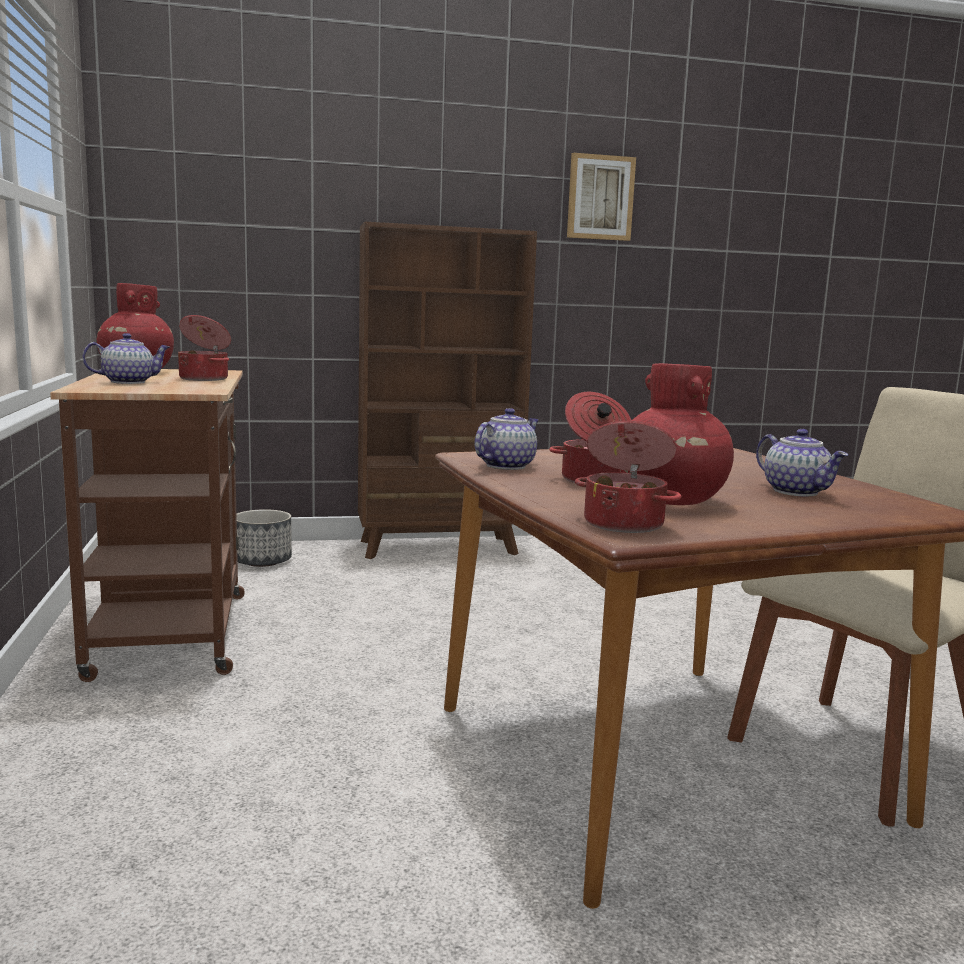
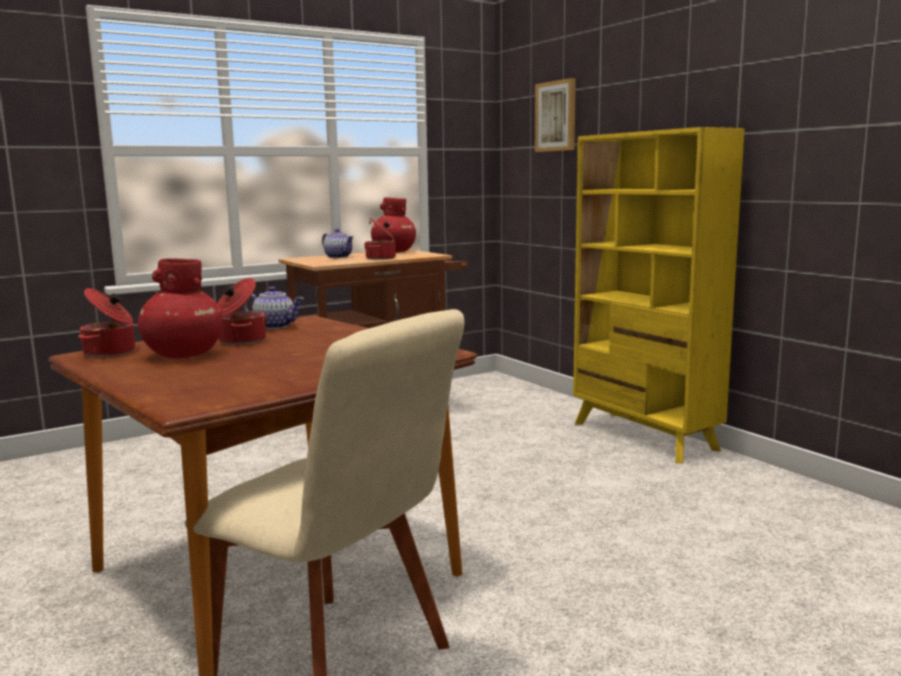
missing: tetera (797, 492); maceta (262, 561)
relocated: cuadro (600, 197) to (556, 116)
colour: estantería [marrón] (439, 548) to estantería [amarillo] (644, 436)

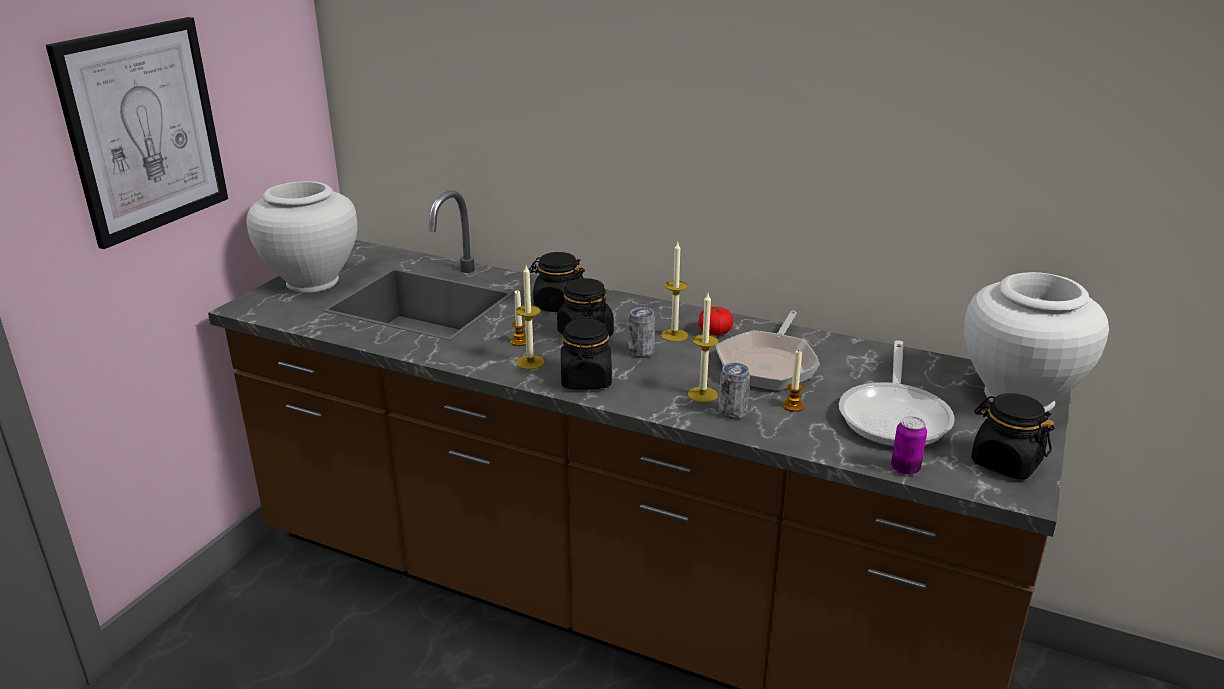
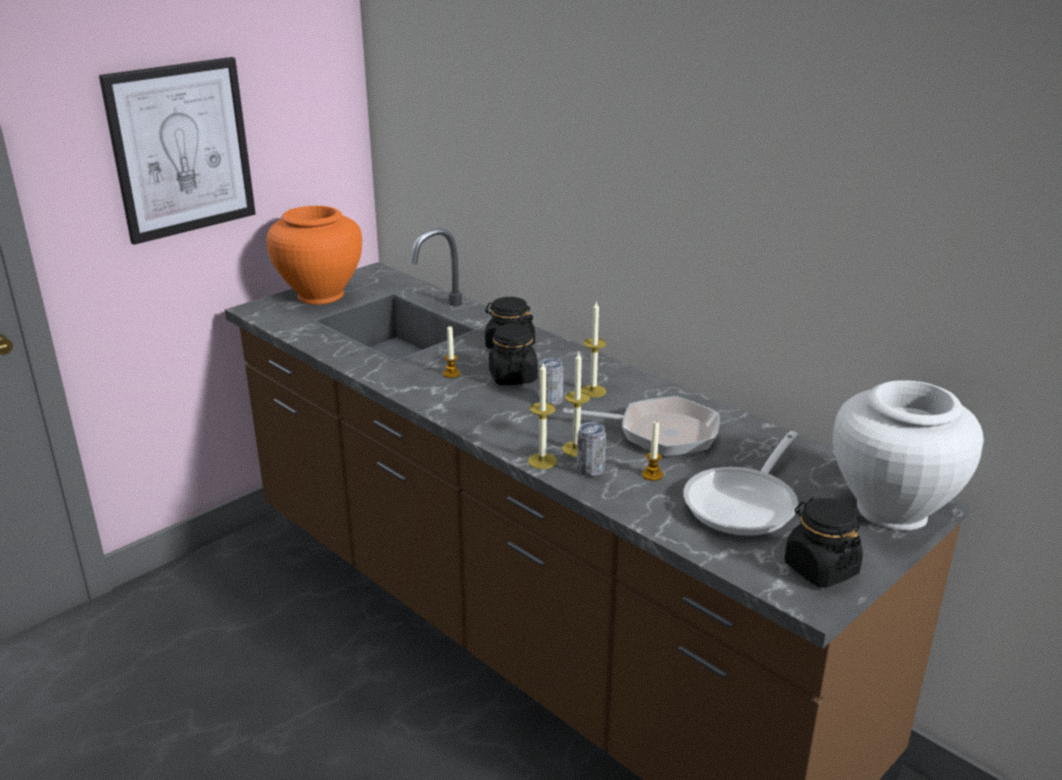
missing: tomate (715, 332); tarro [negro] (586, 380); lata (905, 469)
relocated: vela (530, 362) to (542, 461)
colour: florero [blanco] (312, 282) to florero [naranja] (320, 295)
spun: sartén (768, 364) = (660, 433) 120 degrees counterclockwise

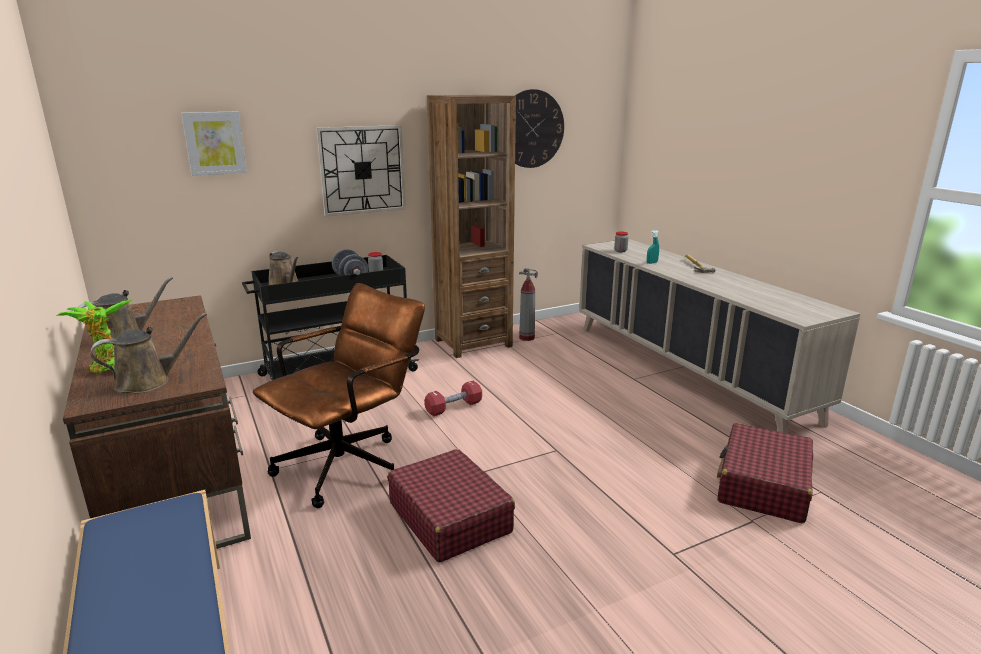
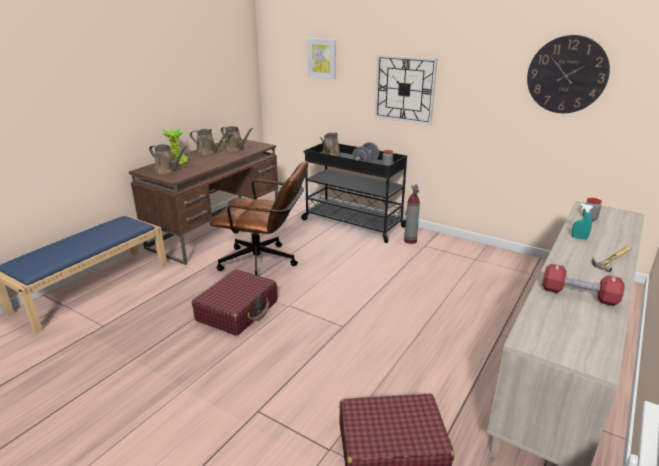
missing: estantería [marrón] (473, 343)
appeared: regadera [marrón] (235, 149)
relocated: extintor (526, 338) to (410, 241); mancuerna [rojo] (454, 407) to (578, 295)

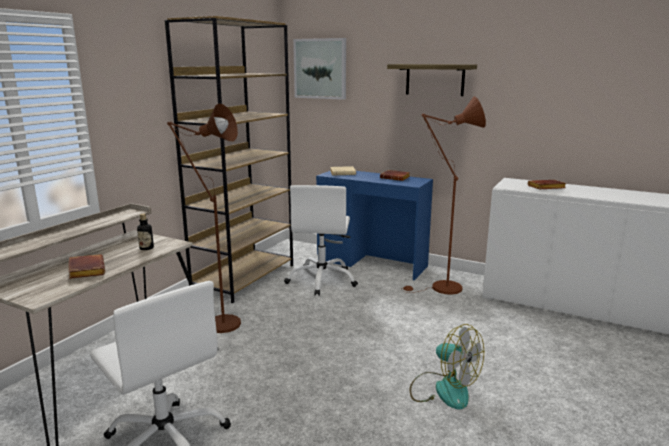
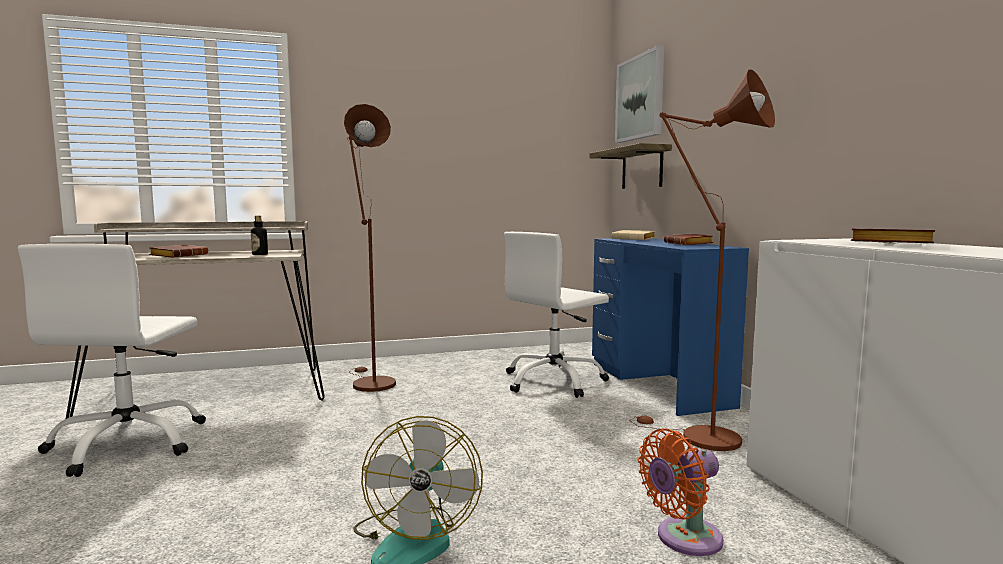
missing: estantería [marrón] (244, 277)
appeared: ventilador [naranja] (683, 539)
relocated: estante (435, 79) to (642, 168)

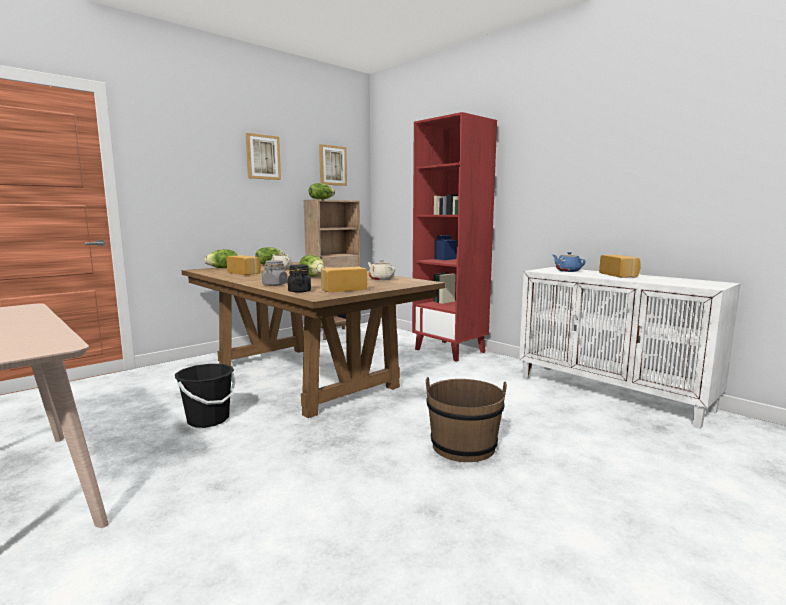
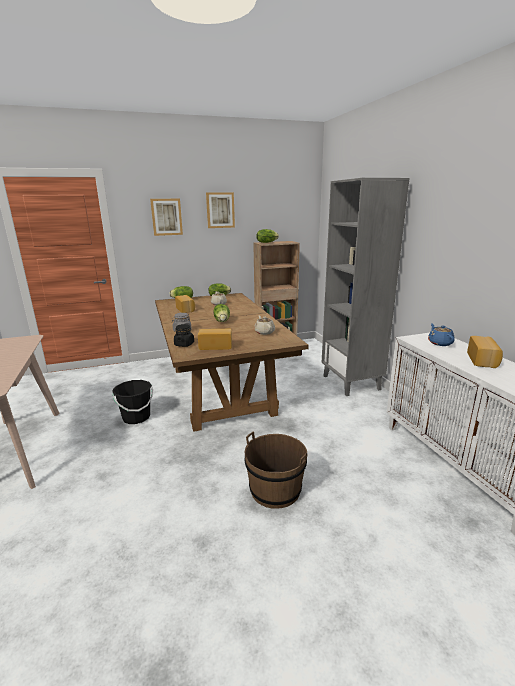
relocated: cuadro (332, 165) to (166, 217)
colour: estantería [rojo] (450, 351) to estantería [gris] (351, 382)

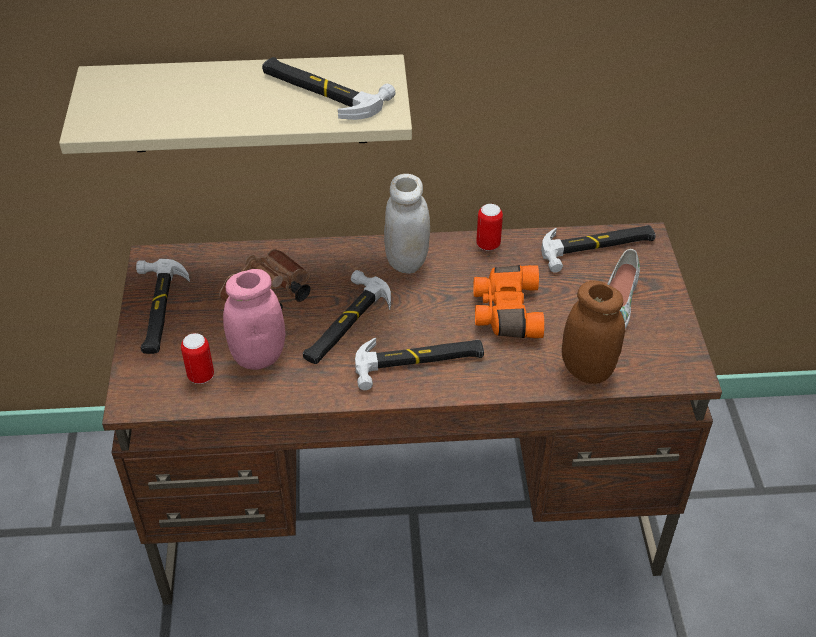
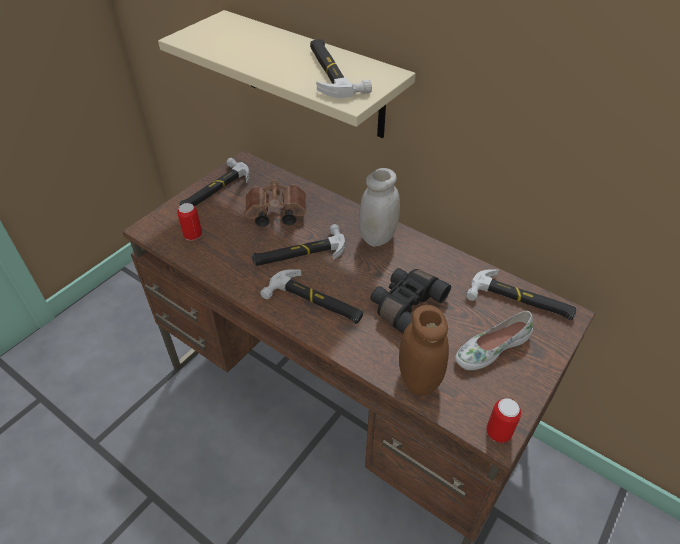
missing: tarro [rosa] (258, 356)
relocated: lata (488, 245) to (498, 433)
colour: prismáticos [naranja] (505, 312) to prismáticos [negro] (405, 305)

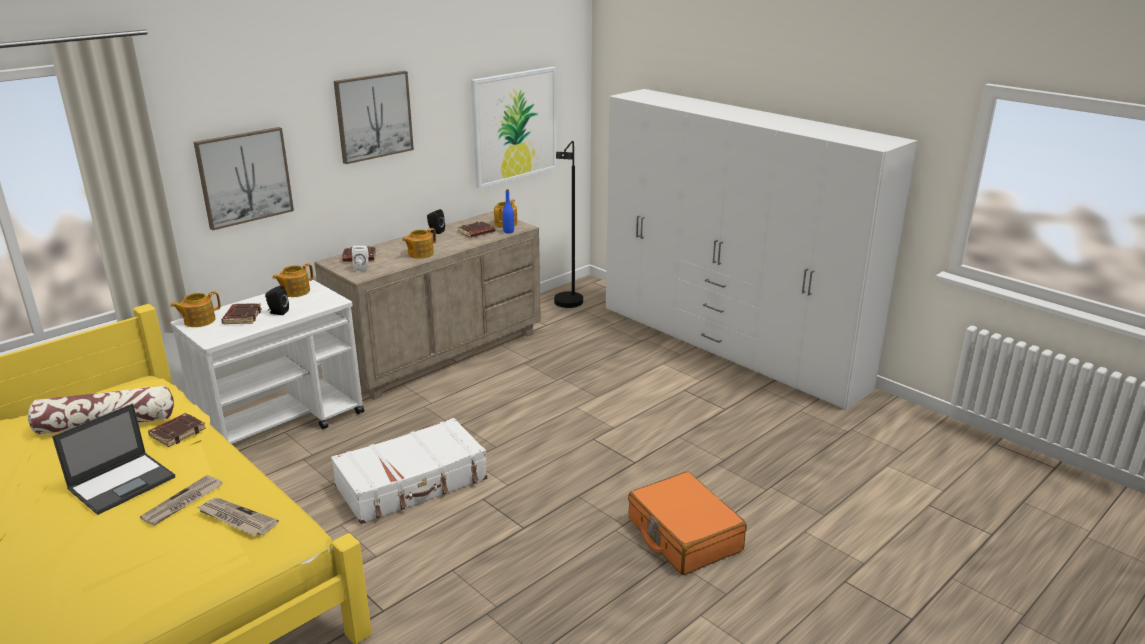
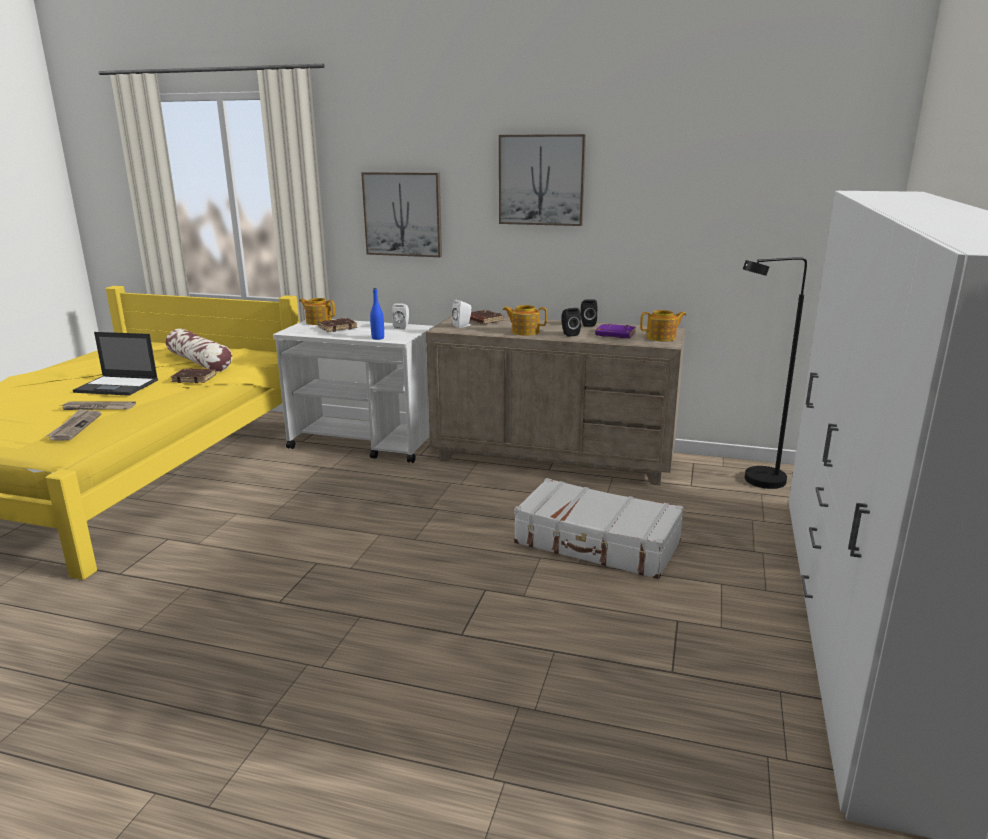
missing: cuadro (514, 126); maleta [naranja] (683, 535)
relocated: botella [azul] (508, 231) to (378, 338); altavoz [negro] (277, 312) to (569, 334); maleta [blanco] (412, 483) to (597, 543)
exchanged: tetera (295, 291) to altavoz [blanco] (402, 327)
colour: libro [marrón] (476, 232) to libro [morado] (614, 335)

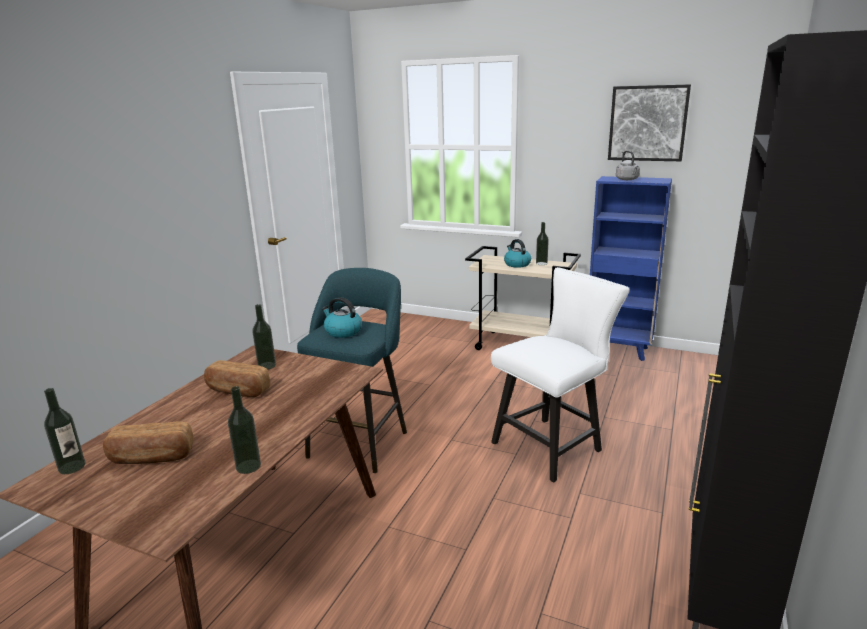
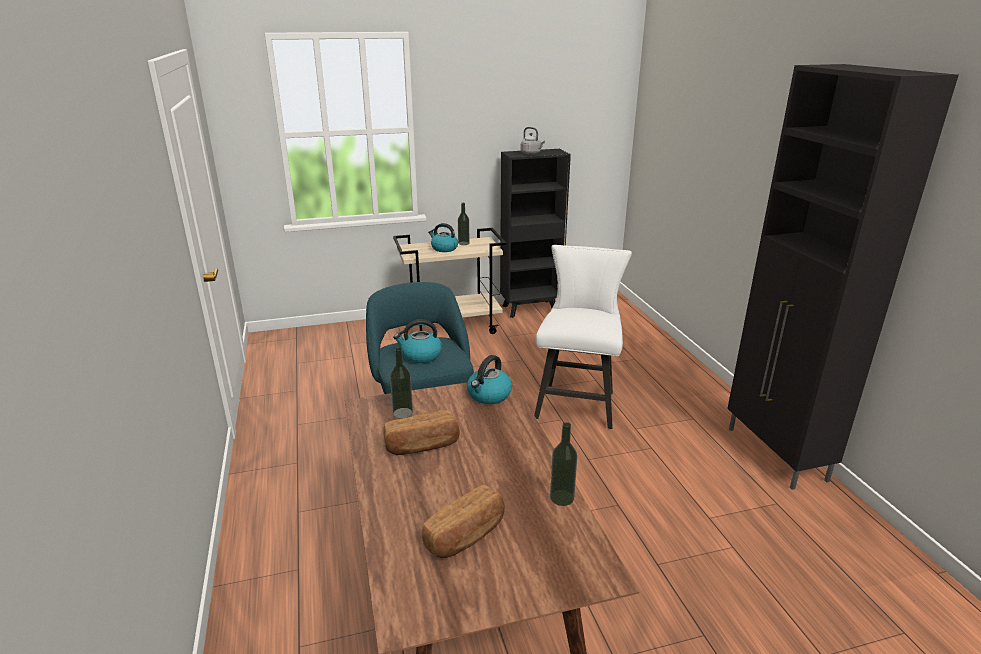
missing: cuadro (647, 123); botella (72, 467)
appeared: hervidor (489, 395)
colour: estantería [azul] (618, 350) to estantería [negro] (531, 309)

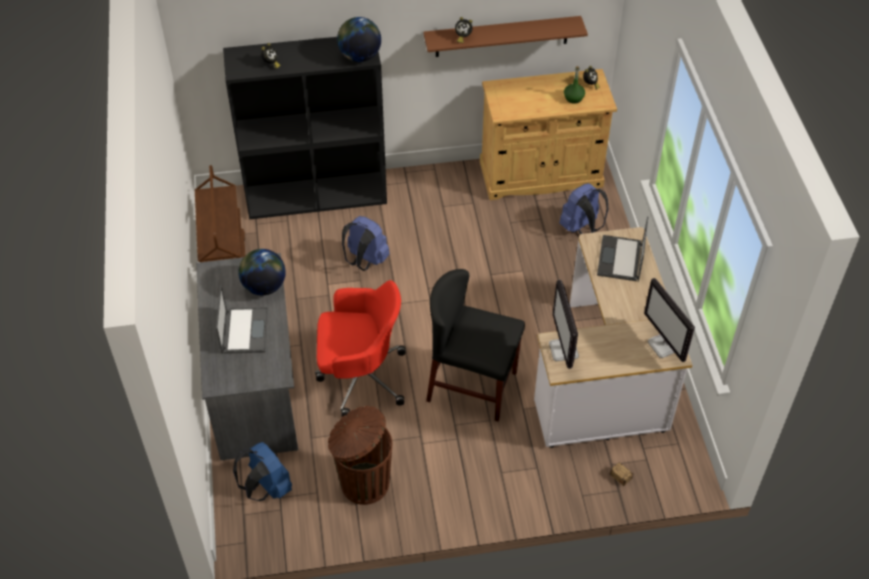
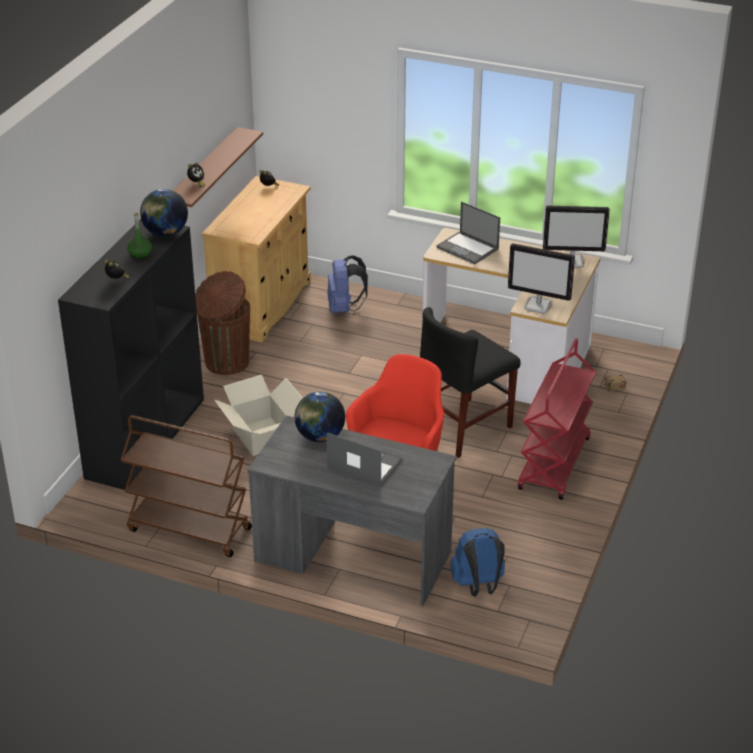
appeared: carrito [rojo] (555, 464)
relocated: botella [verde] (573, 98) to (140, 254); papelera [marrón] (363, 482) to (225, 363)
exchanged: mochila [azul] (365, 261) to caja de cartón (261, 436)

